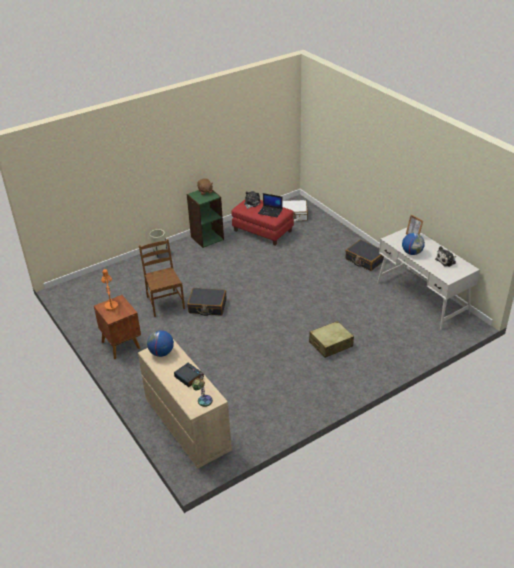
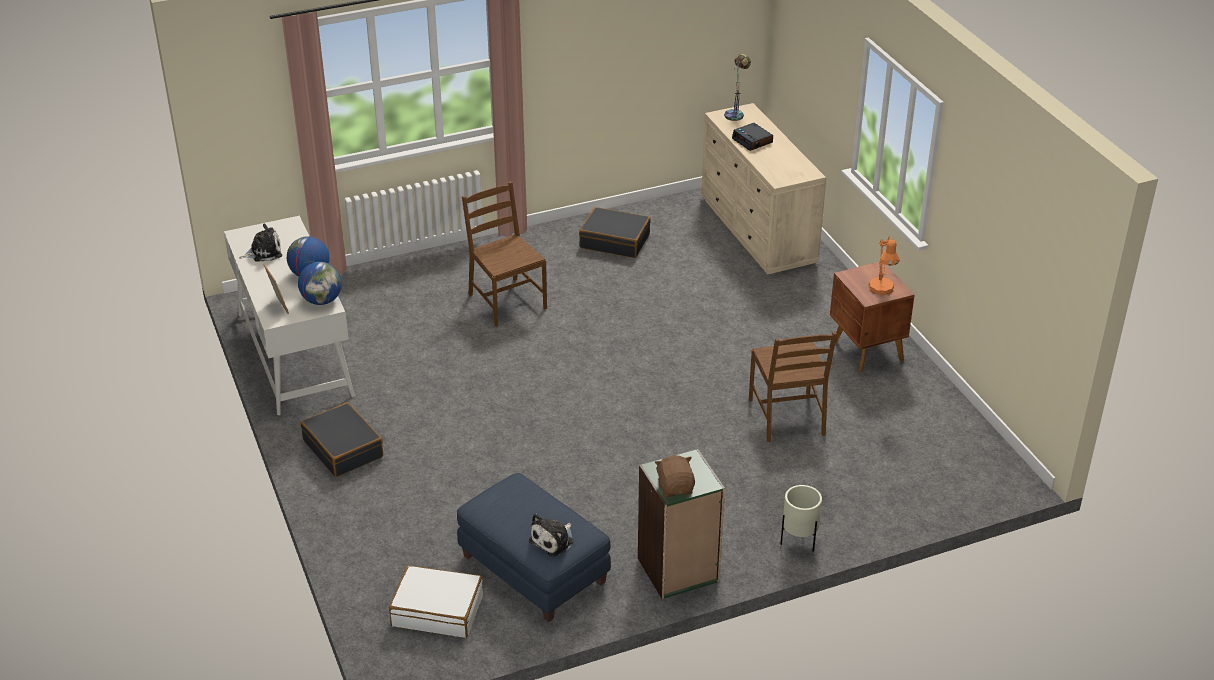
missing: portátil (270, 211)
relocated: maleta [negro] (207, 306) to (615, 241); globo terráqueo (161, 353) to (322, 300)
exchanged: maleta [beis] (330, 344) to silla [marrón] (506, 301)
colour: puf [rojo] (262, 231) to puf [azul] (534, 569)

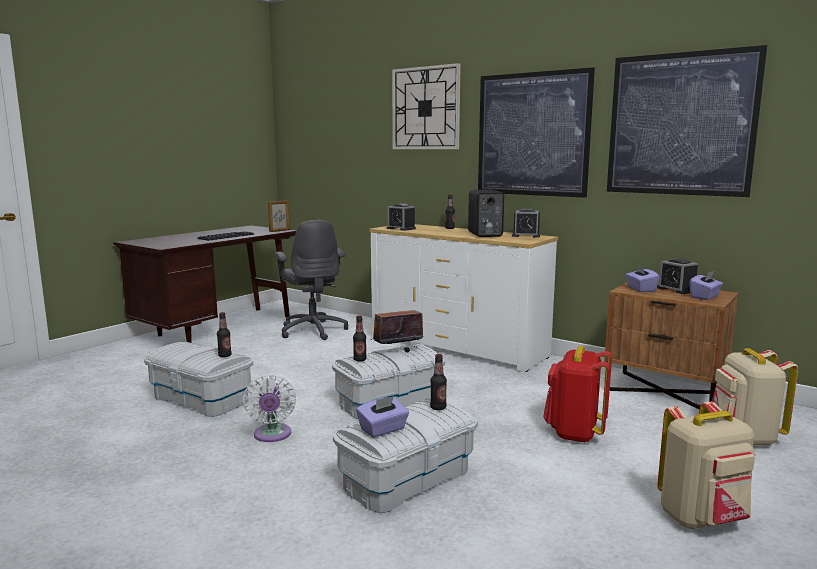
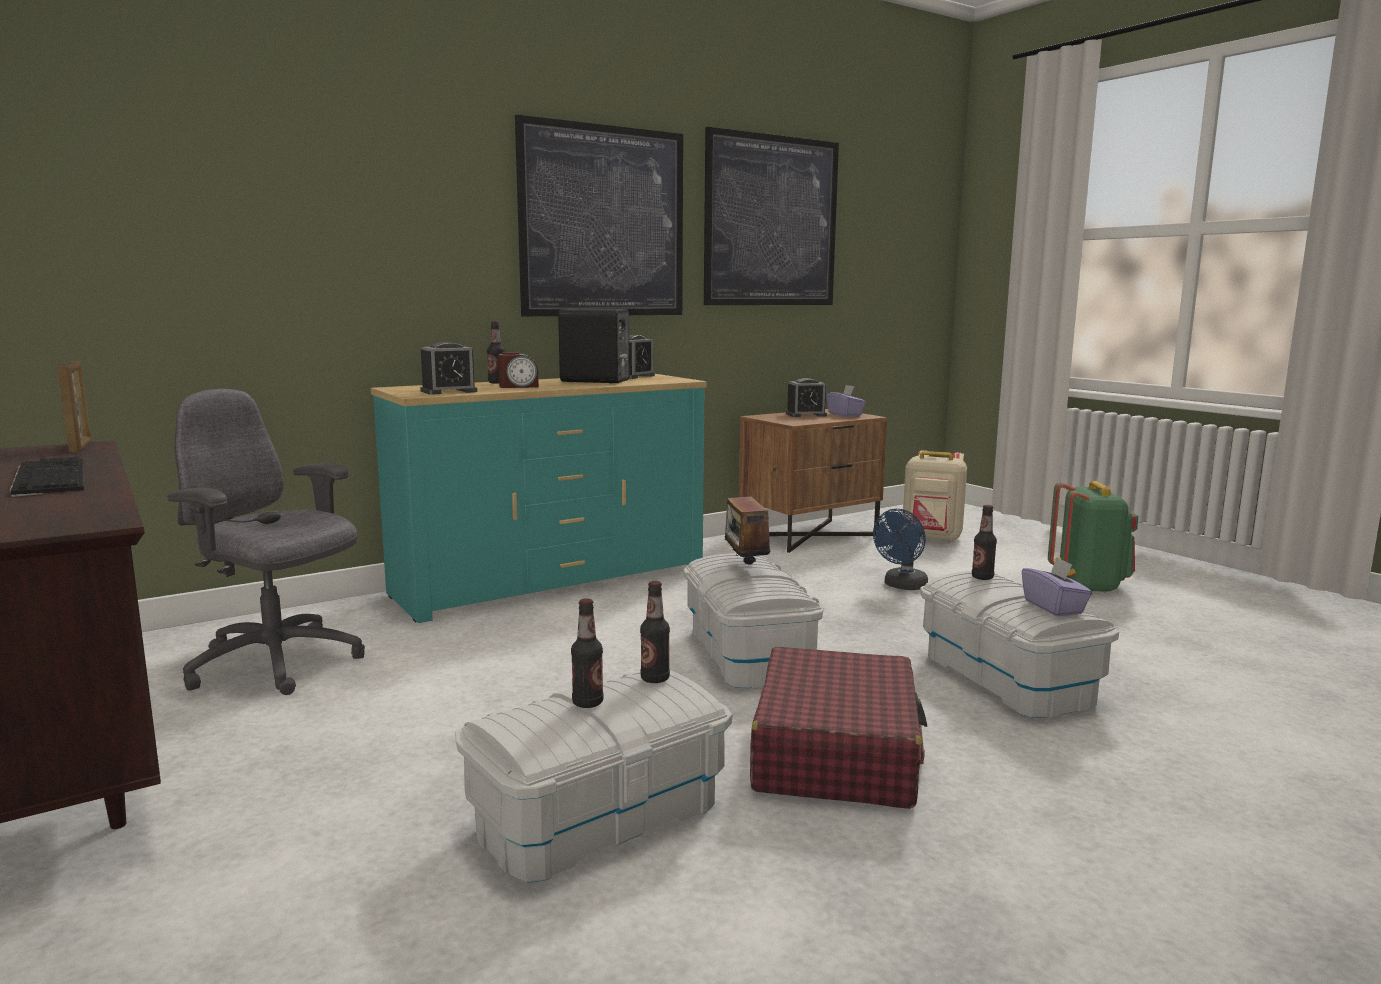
missing: reloj de pared (425, 108); caja de pañuelos [morado] (640, 289)
appeared: despertador (518, 386)
relocated: botella (360, 359) to (587, 703)
exchanged: mochila [rojo] (574, 433) to ventilador [azul] (902, 586); ventilador [blanco] (272, 435) to maleta [rojo] (836, 752)
colour: cómoda [blanco] (457, 346) to cómoda [turquesa] (551, 582); mochila [beis] (702, 519) to mochila [verde] (1088, 585)
spun: silla de oficina [gris] (313, 330) = (276, 665) 150 degrees counterclockwise

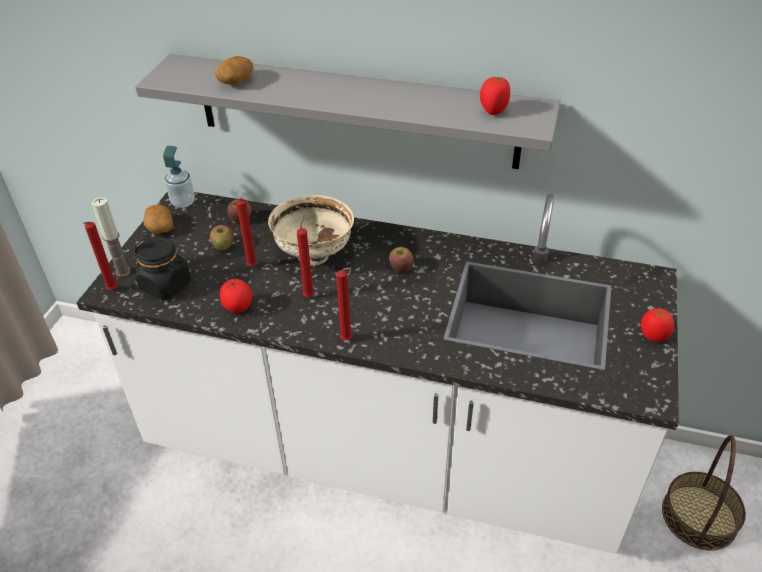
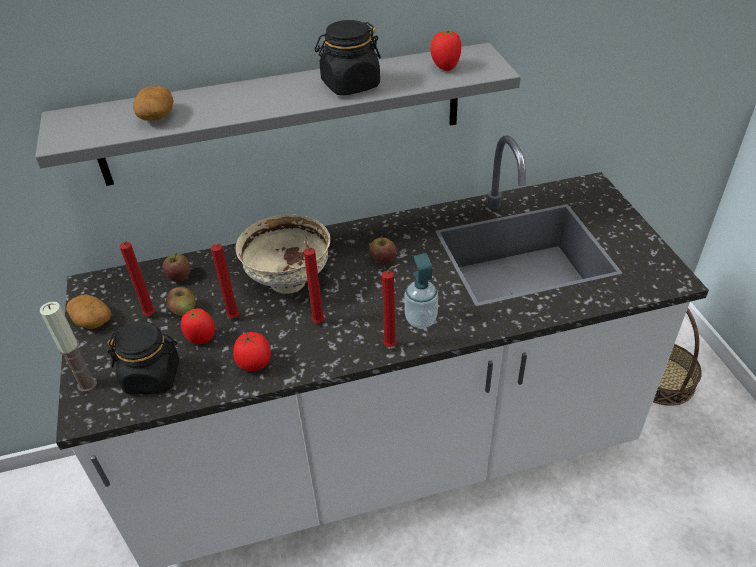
appeared: tarro [negro] (350, 85)
relocated: dispensador de jabón (183, 202) to (421, 319); vela [rojo] (112, 291) to (150, 316); tomate (653, 336) to (201, 338)

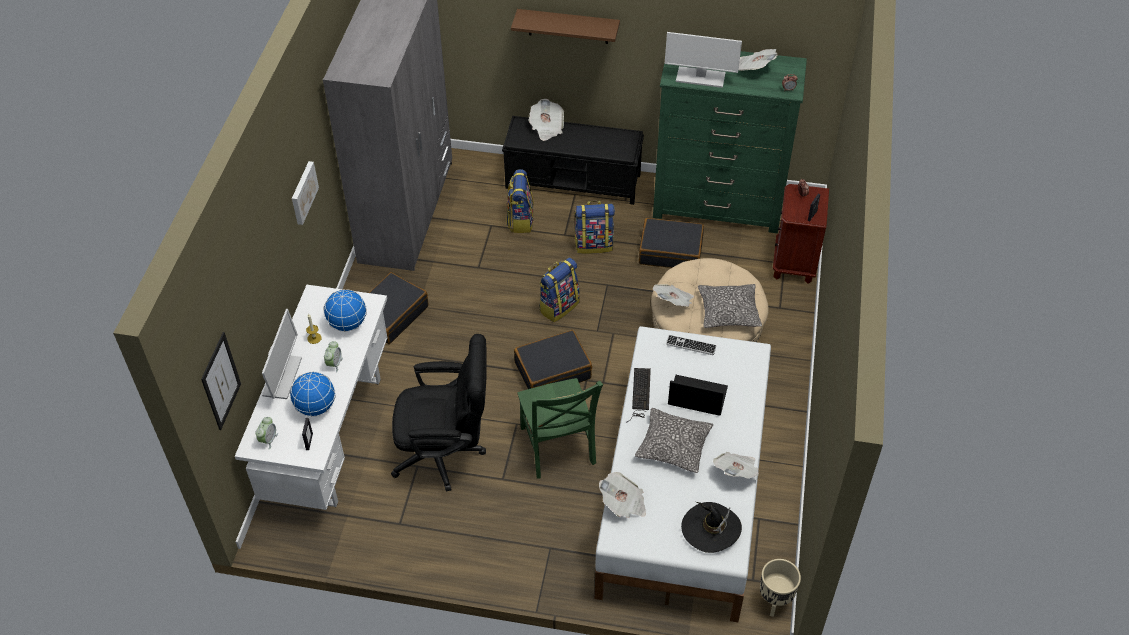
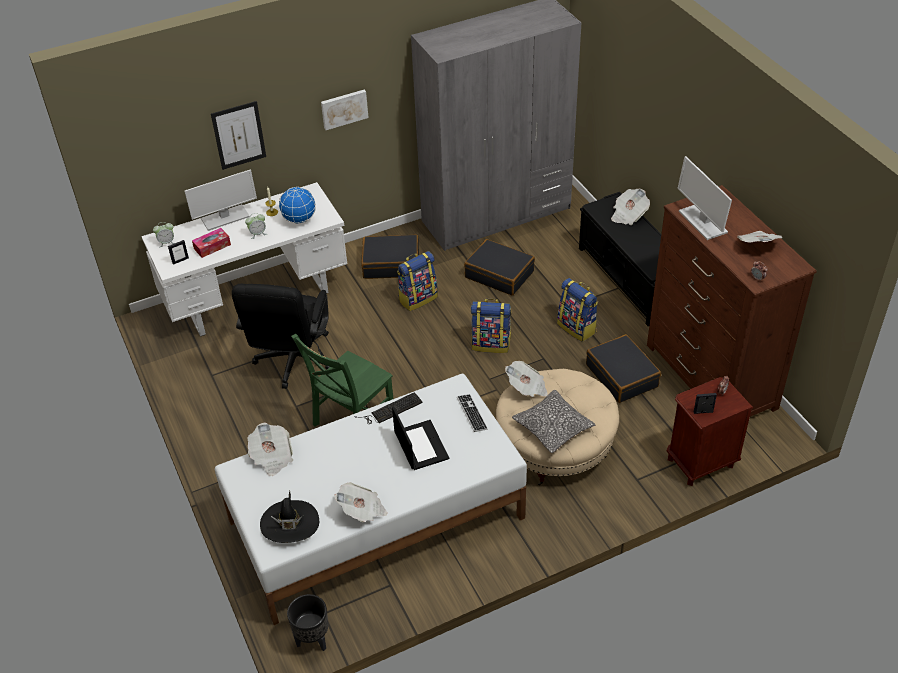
missing: estante [marrón] (568, 26); cojín (673, 446)
relocated: mochila (520, 220) to (418, 298); maleta [negro] (552, 370) to (499, 274); cuadro (221, 381) to (239, 135)
exchanged: globo terráqueo (315, 407) to caja de pañuelos (212, 246)
colour: cómoda [verde] (718, 204) to cómoda [marrón] (710, 376); maceta [beis] (774, 602) to maceta [negro] (312, 640)
spun: silla de oficina [negro] (446, 453) = (292, 363) 45 degrees clockwise

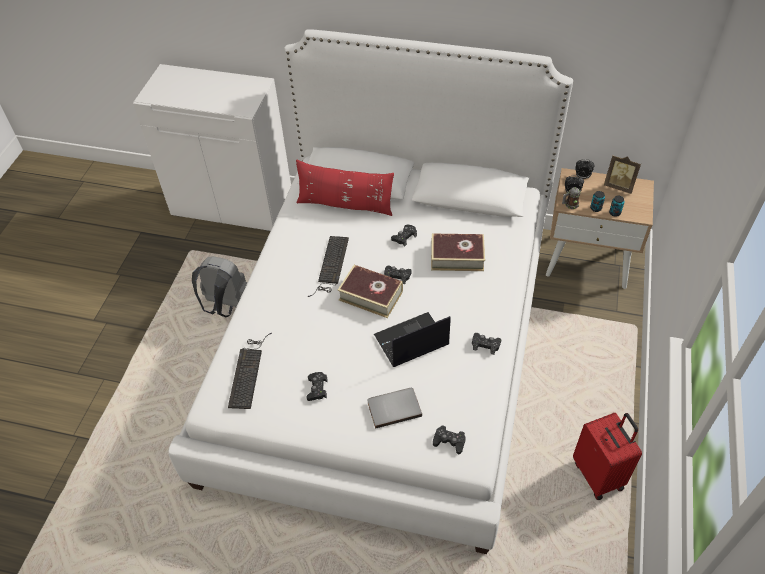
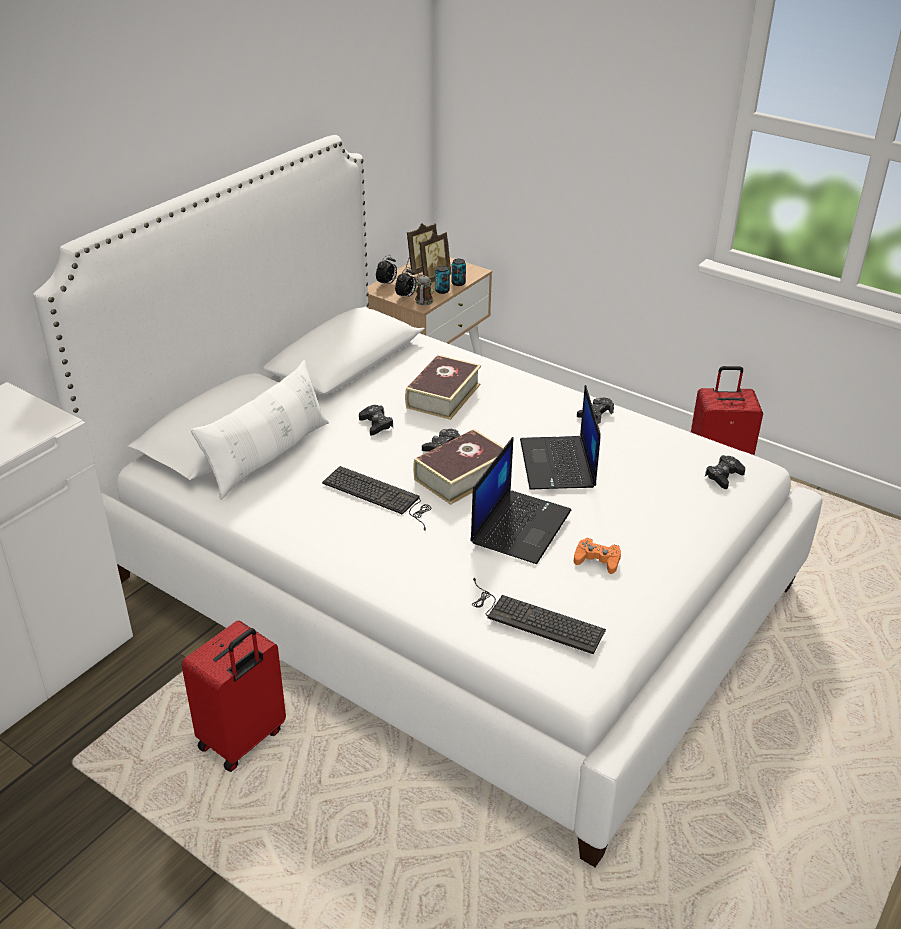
missing: libro [gris] (393, 407)
appeared: portarretratos (432, 279); portátil (520, 526)
exchanged: mochila [gris] (226, 305) to maleta [rojo] (243, 740)
colour: cojín [rojo] (345, 204) to cojín [blanco] (268, 456); mando de consola [negro] (317, 389) to mando de consola [naranja] (597, 560)

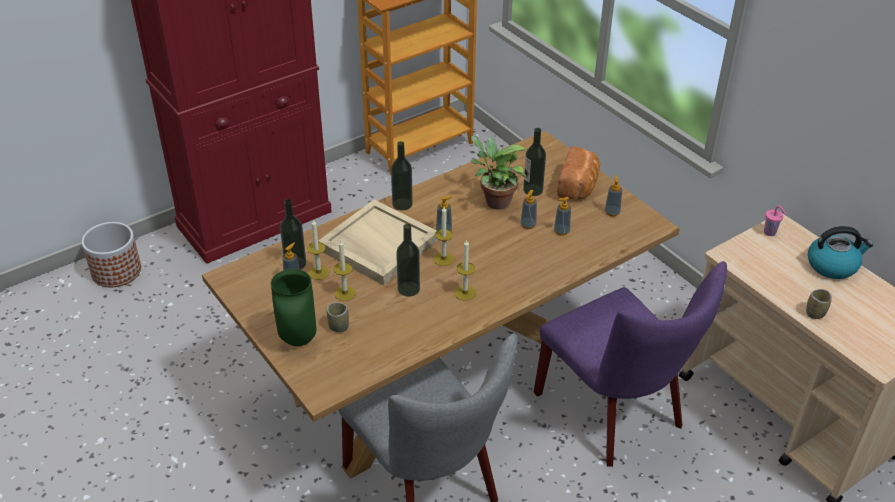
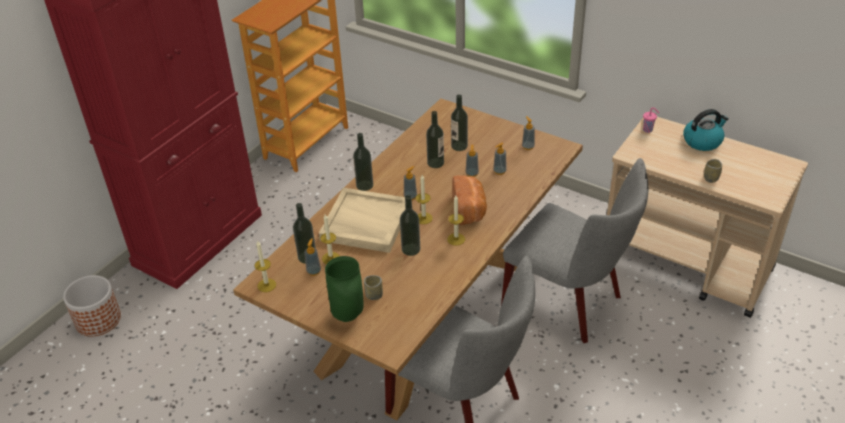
relocated: pan (579, 186) to (470, 210); vela (345, 293) to (266, 285)
exchanged: planta en maceta (494, 201) to botella (435, 163)
colour: silla [morado] (615, 414) to silla [gris] (569, 303)

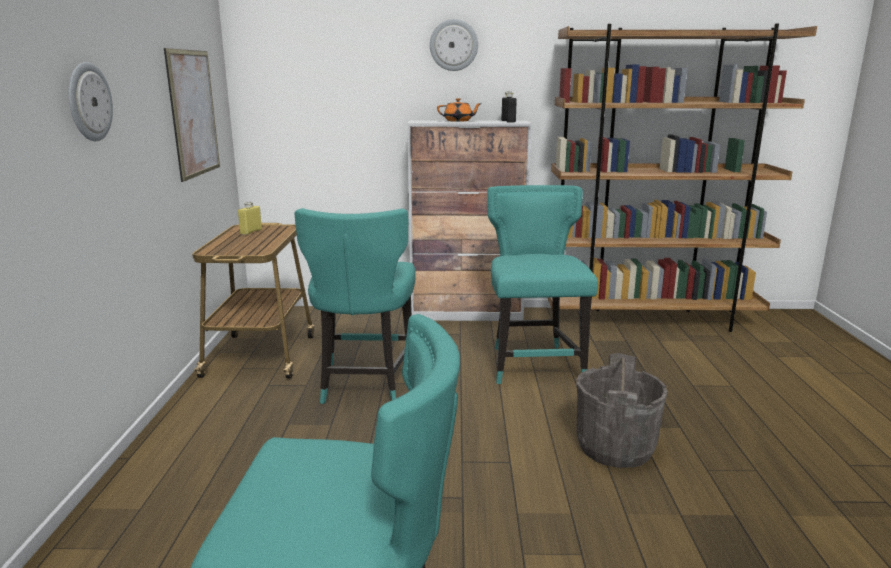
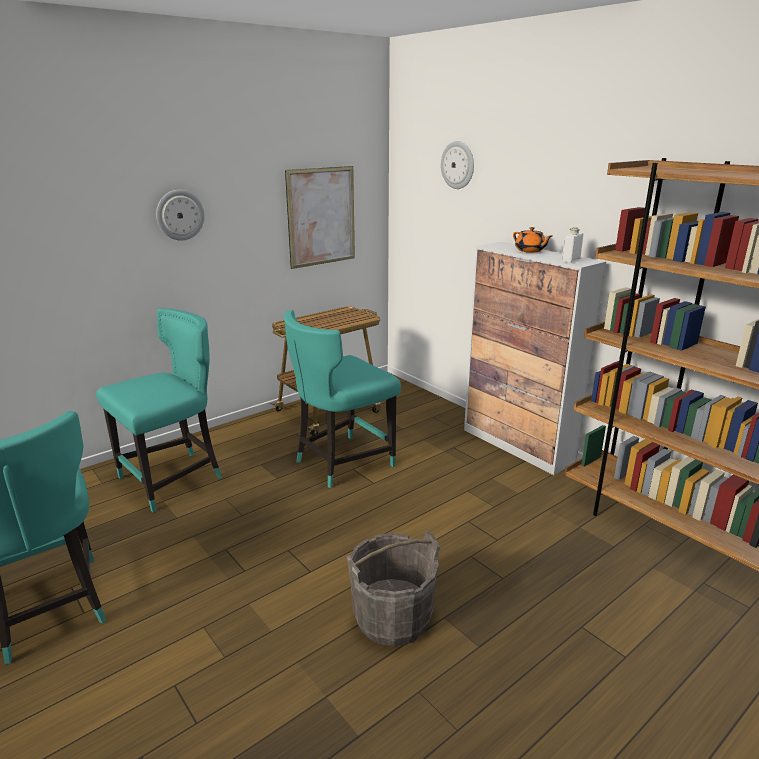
missing: botella [amarillo] (251, 232)
relocated: reloj de pared (453, 45) to (458, 165); silla [turquesa] (534, 363) to (174, 479)
colour: botella [negro] (508, 121) to botella [blanco] (570, 260)

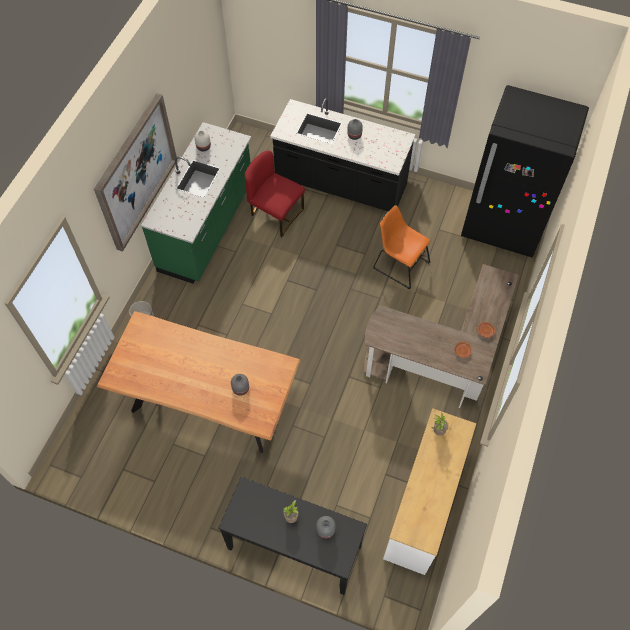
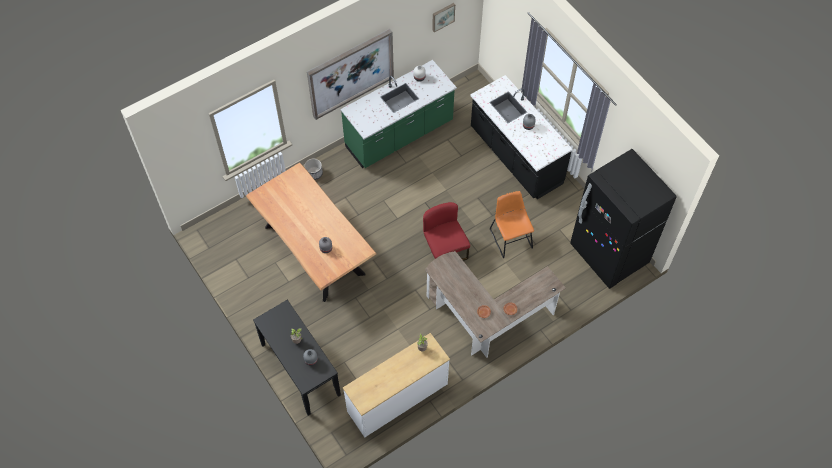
appeared: cuadro (442, 16)
relocated: silla [rojo] (275, 214) to (444, 250)

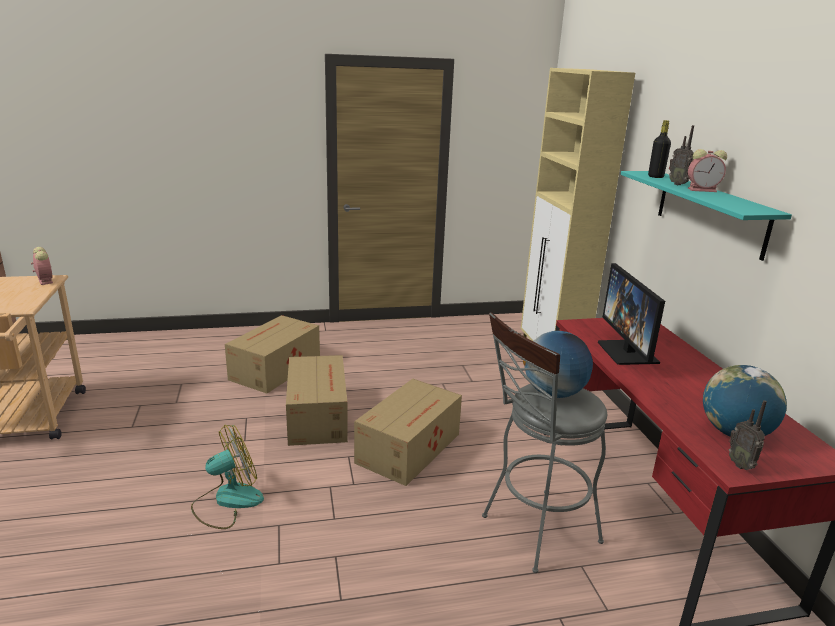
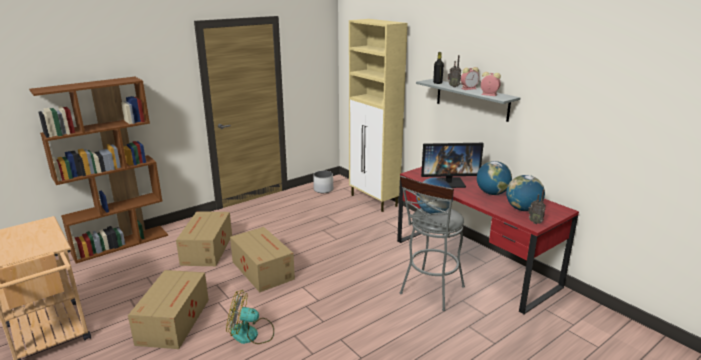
appeared: estantería [marrón] (121, 243); globo terráqueo (492, 193); maceta [blanco] (323, 189)
relocated: despertador (45, 280) to (488, 94); caja de cartón (410, 447) to (175, 320)
colour: estante [turquesa] (710, 212) to estante [gris] (472, 99)
spun: monitor (628, 352) = (449, 183) 60 degrees counterclockwise; ventilador (227, 501) = (251, 334) 120 degrees counterclockwise

